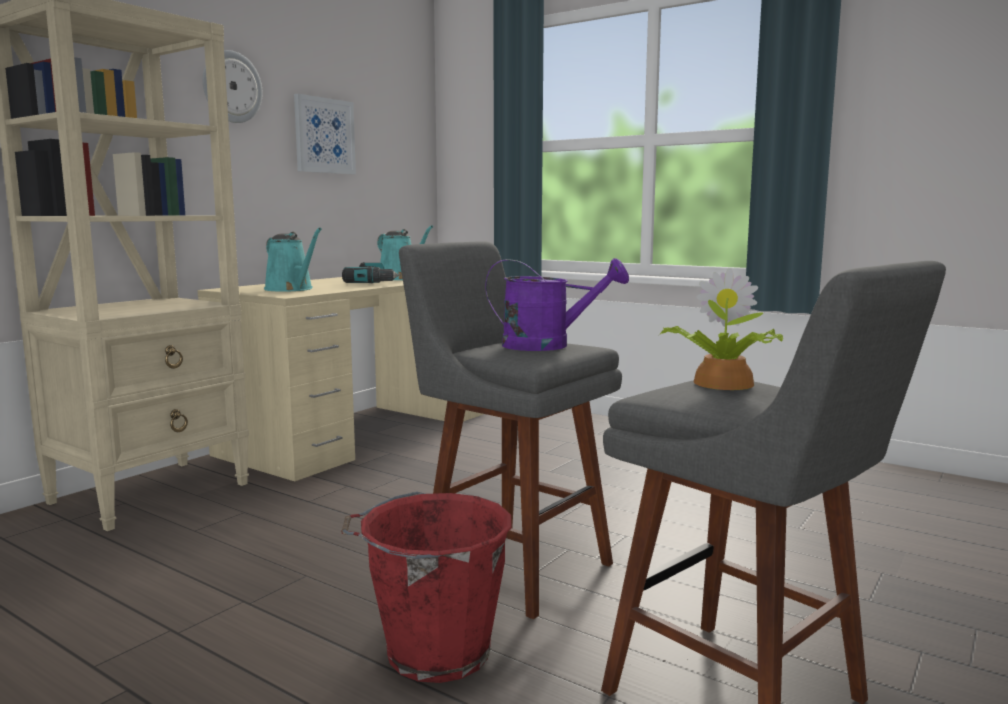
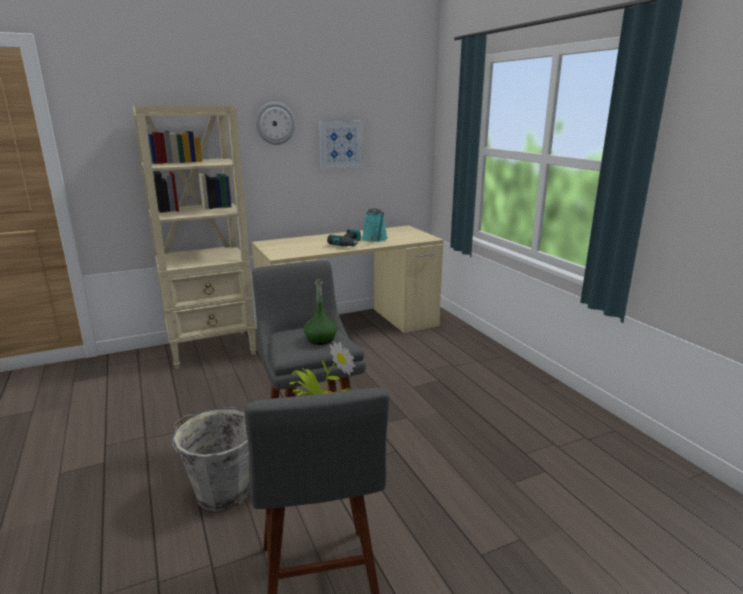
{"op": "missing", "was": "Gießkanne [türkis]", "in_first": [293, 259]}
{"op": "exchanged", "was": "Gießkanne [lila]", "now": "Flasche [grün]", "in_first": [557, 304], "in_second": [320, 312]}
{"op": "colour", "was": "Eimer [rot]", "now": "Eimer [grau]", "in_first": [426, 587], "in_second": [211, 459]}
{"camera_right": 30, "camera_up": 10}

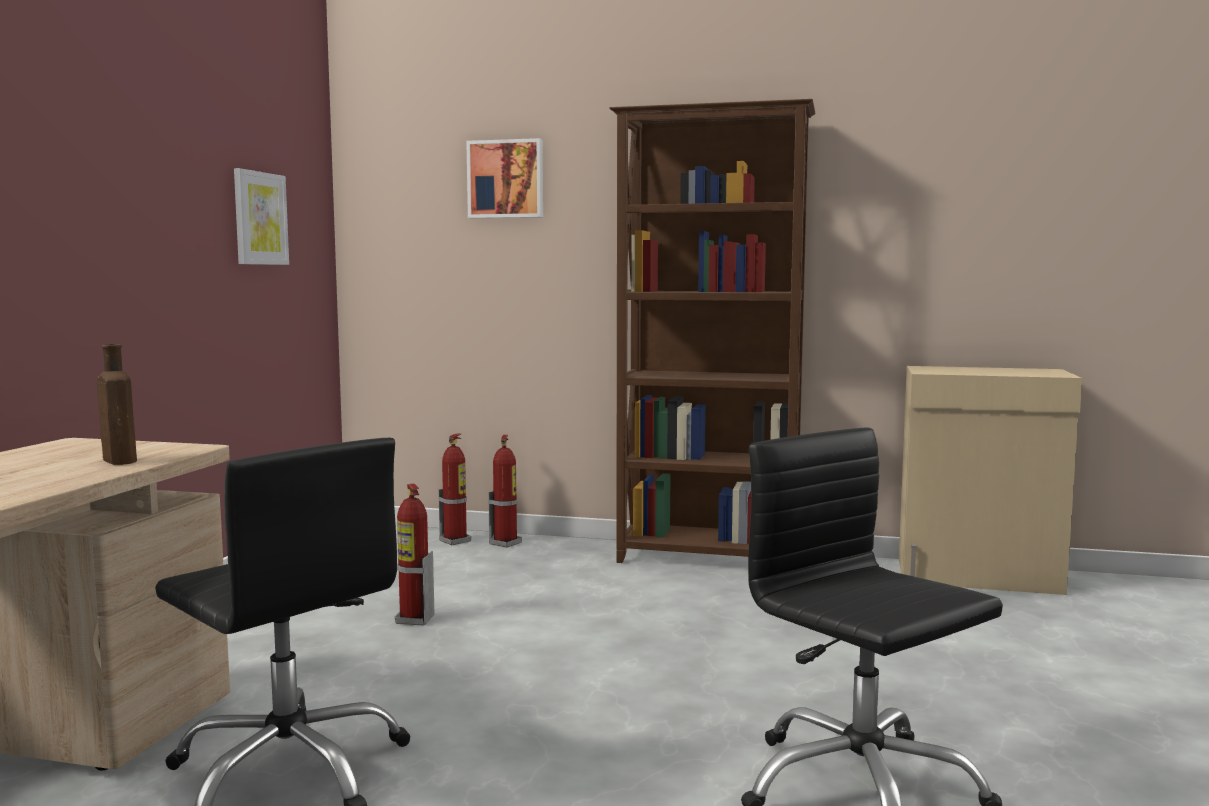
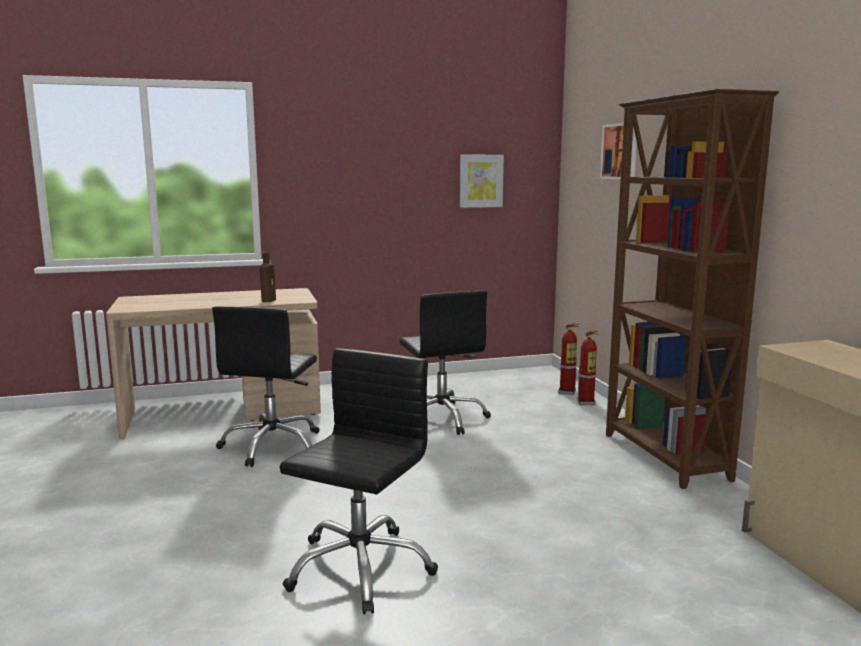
{"op": "exchanged", "was": "Feuerlöscher", "now": "Bürostuhl [schwarz]", "in_first": [415, 554], "in_second": [445, 363]}
{"camera_right": 60, "camera_up": 5}

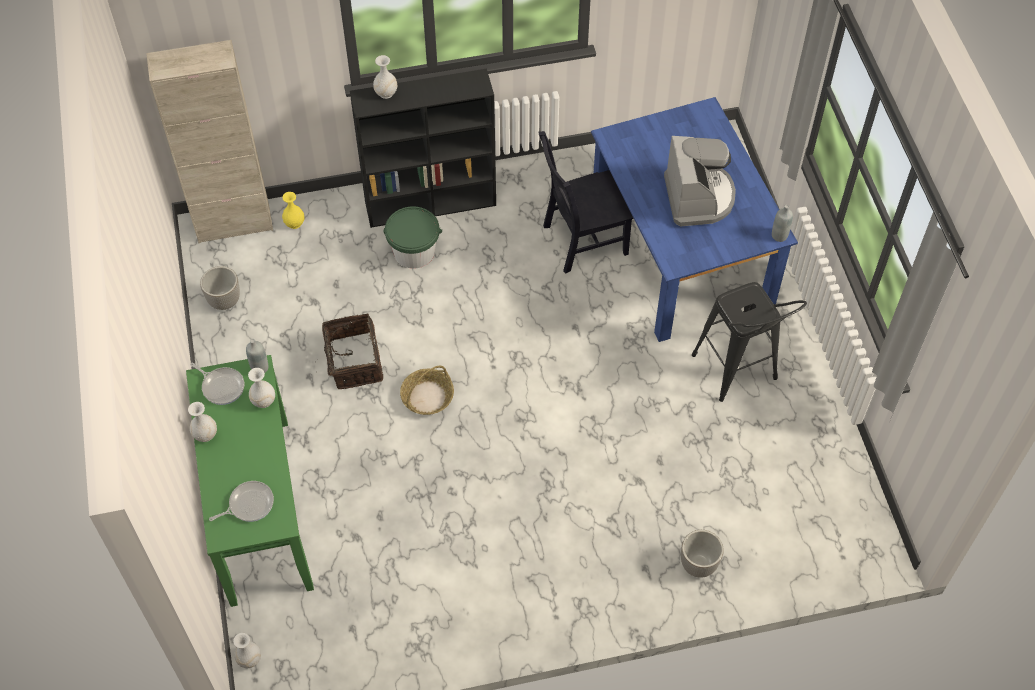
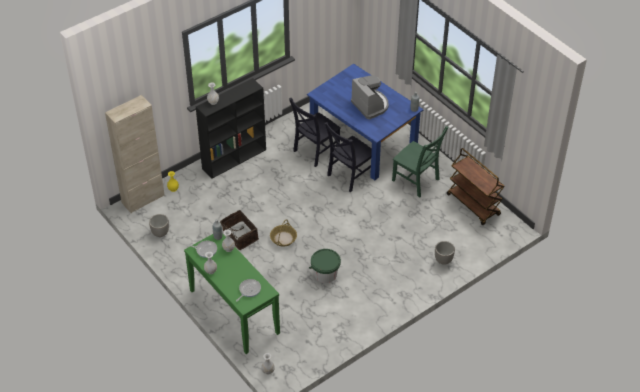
{"op": "appeared", "now": "Stuhl [schwarz]", "in_second": [348, 157]}
{"op": "appeared", "now": "Rollwagen [braun]", "in_second": [476, 186]}
{"op": "relocated", "was": "Eimer [grün]", "in_first": [412, 237], "in_second": [325, 266]}
{"op": "exchanged", "was": "Hocker [schwarz]", "now": "Stuhl [grün]", "in_first": [749, 342], "in_second": [420, 162]}
{"camera_right": -25, "camera_up": -10}

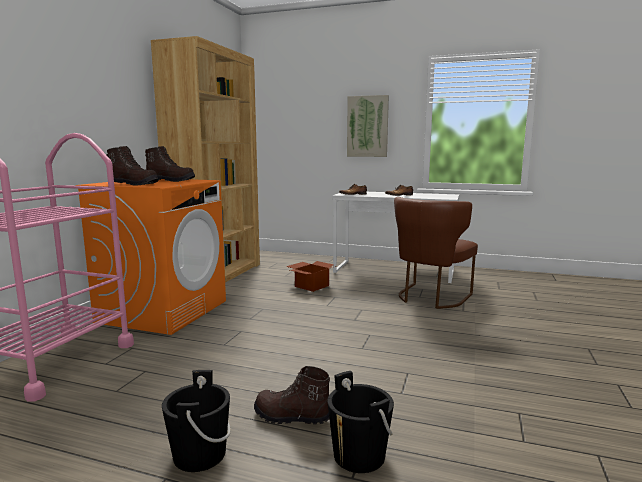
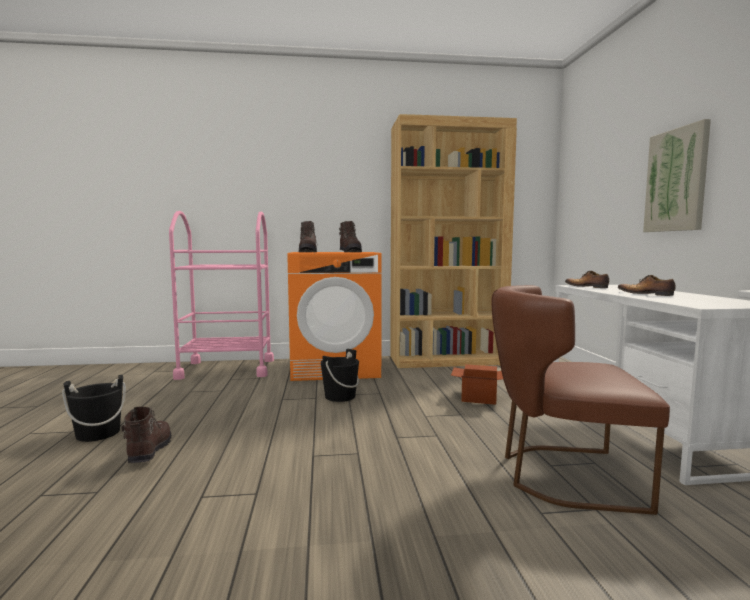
{"op": "relocated", "was": "Eimer [schwarz]", "in_first": [360, 422], "in_second": [340, 375]}
{"camera_right": 65, "camera_up": -5}

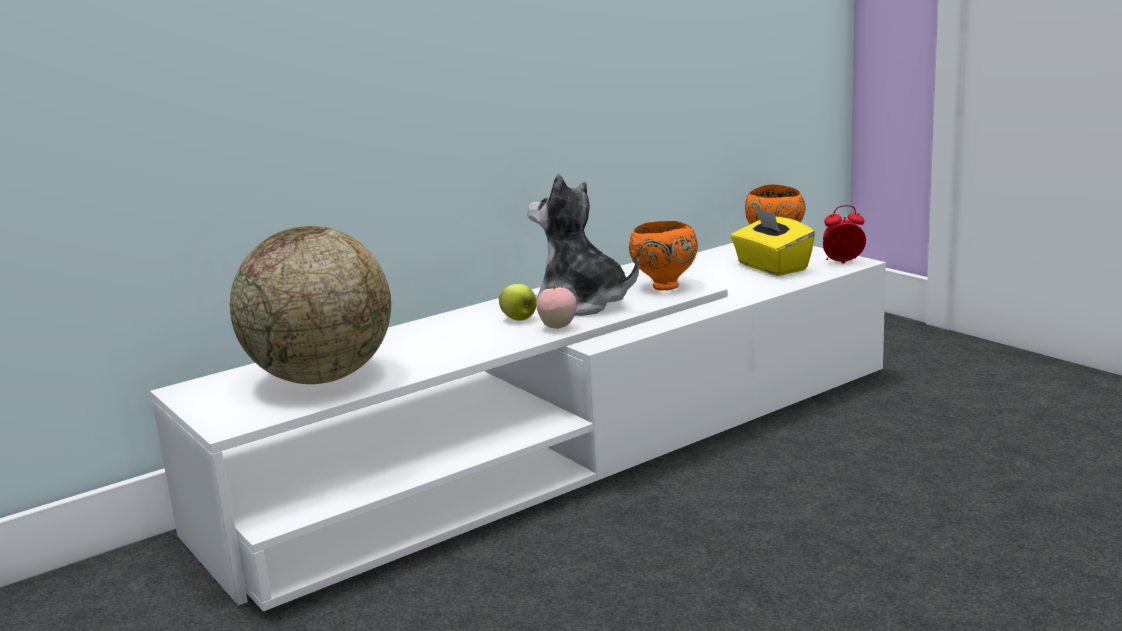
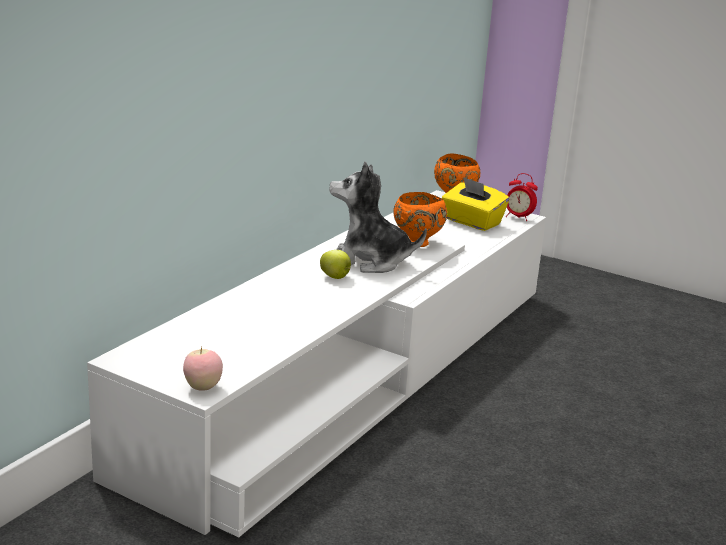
{"op": "missing", "was": "Globus", "in_first": [310, 305]}
{"op": "relocated", "was": "Apfel", "in_first": [556, 305], "in_second": [203, 369]}
{"op": "spun", "was": "Wecker", "in_first": [844, 234], "in_second": [522, 197], "clockwise": -135}
{"camera_right": -25, "camera_up": 5}

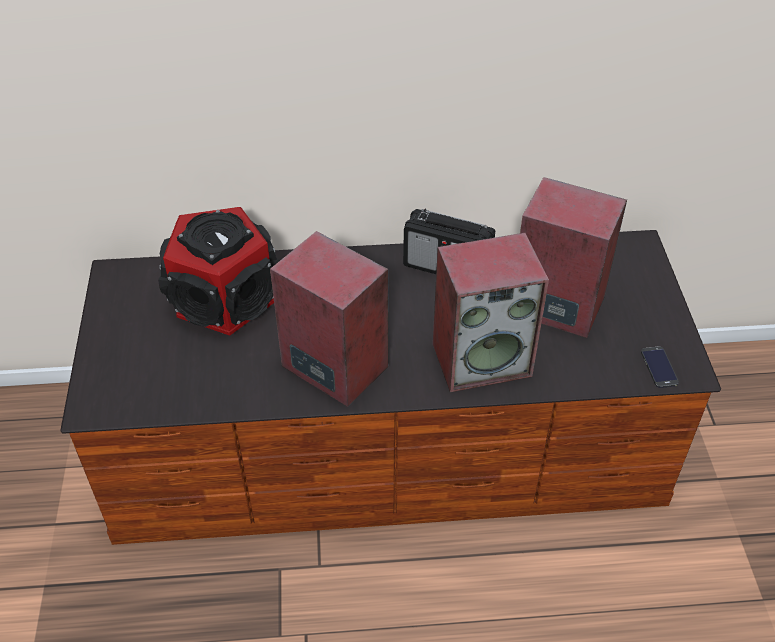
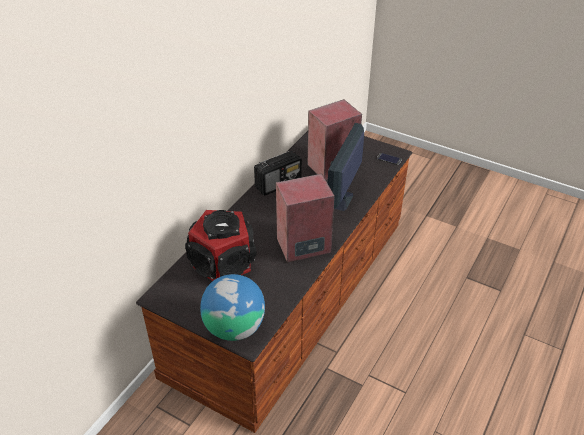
{"op": "appeared", "now": "Globus", "in_second": [232, 307]}
{"op": "exchanged", "was": "Lautsprecher", "now": "Monitor", "in_first": [491, 312], "in_second": [346, 167]}
{"camera_right": -55, "camera_up": -5}

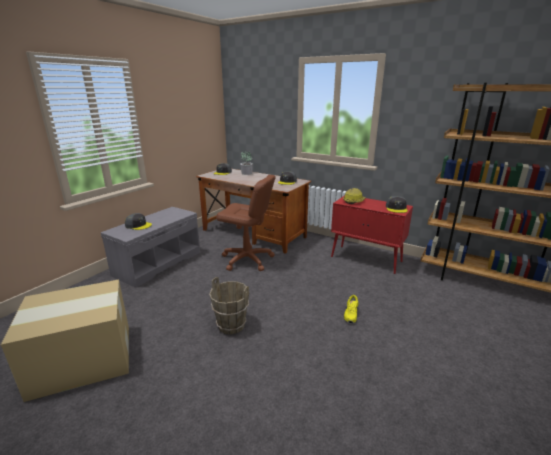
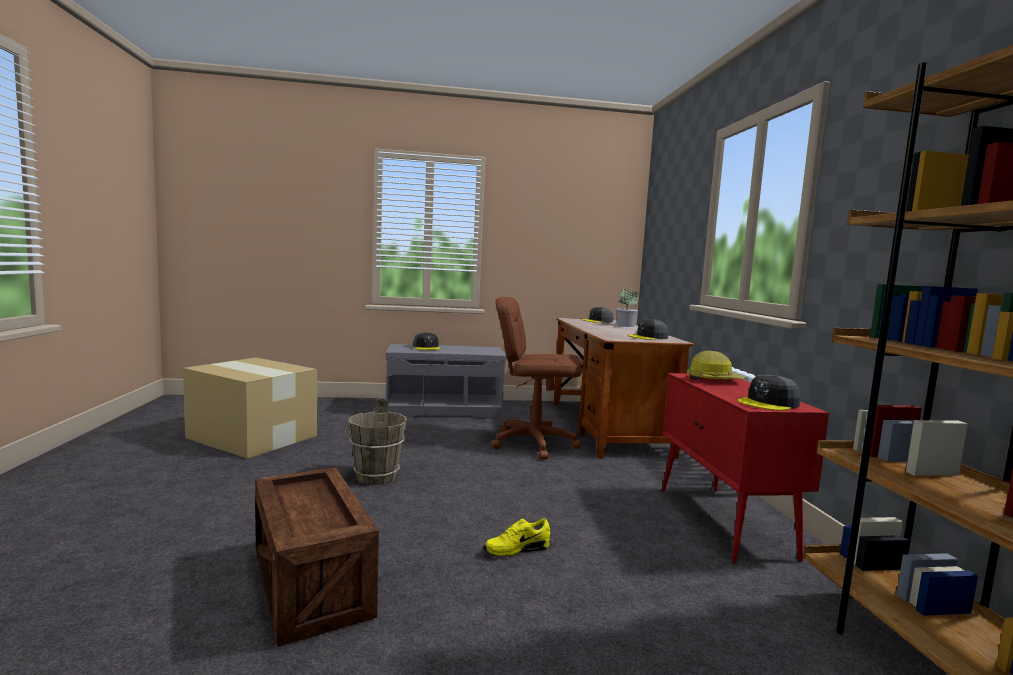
{"op": "appeared", "now": "Kiste", "in_second": [317, 557]}
{"op": "spun", "was": "Bürostuhl [braun]", "in_first": [246, 223], "in_second": [536, 378], "clockwise": 120}
{"camera_right": 50, "camera_up": -15}

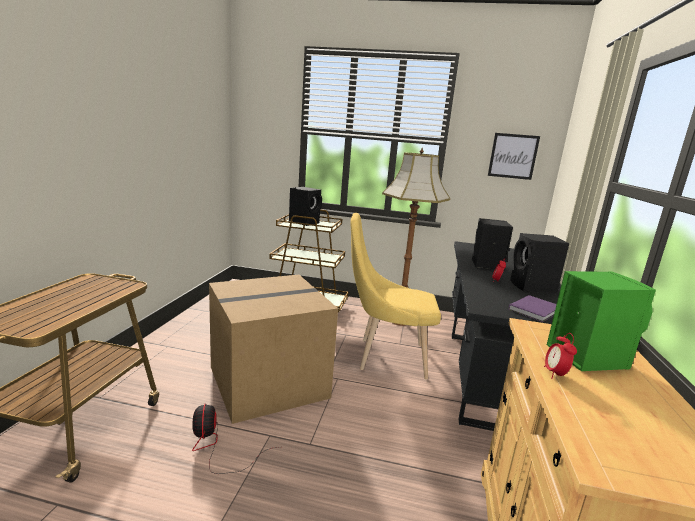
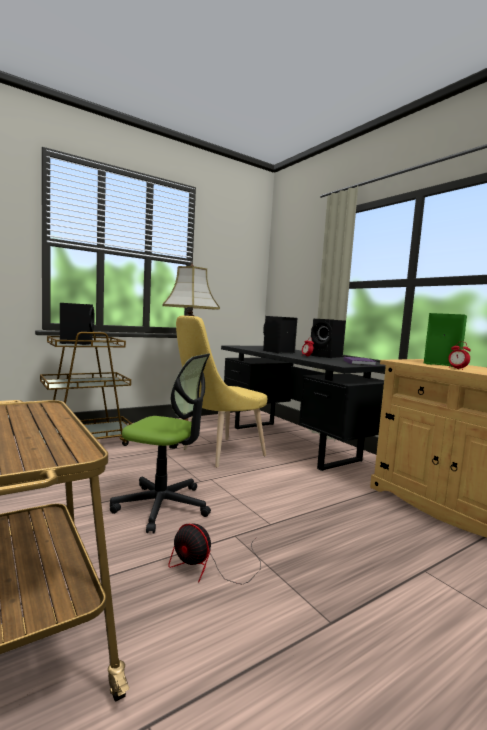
{"op": "missing", "was": "Bild", "in_first": [514, 156]}
{"op": "exchanged", "was": "Karton", "now": "Bürostuhl", "in_first": [273, 349], "in_second": [160, 443]}
{"camera_right": -45, "camera_up": -10}

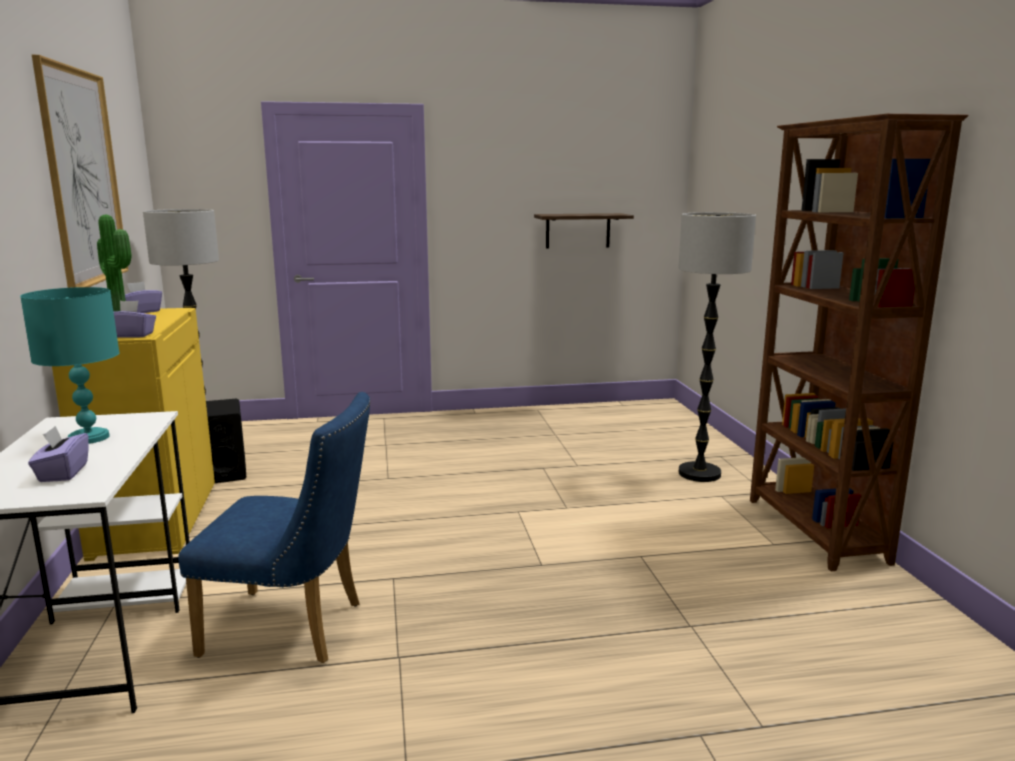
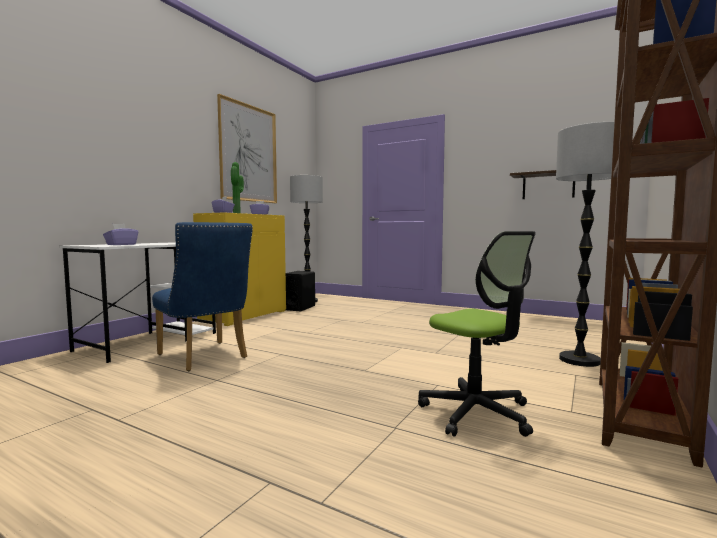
{"op": "missing", "was": "Tischlampe [türkis]", "in_first": [70, 365]}
{"op": "appeared", "now": "Bürostuhl", "in_second": [477, 334]}
{"camera_right": 40, "camera_up": -10}

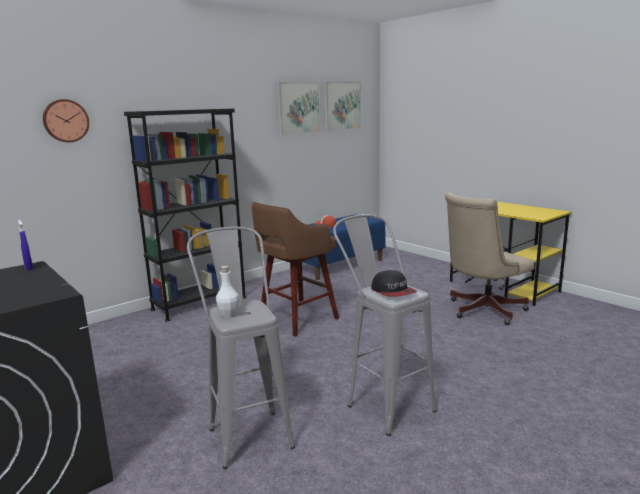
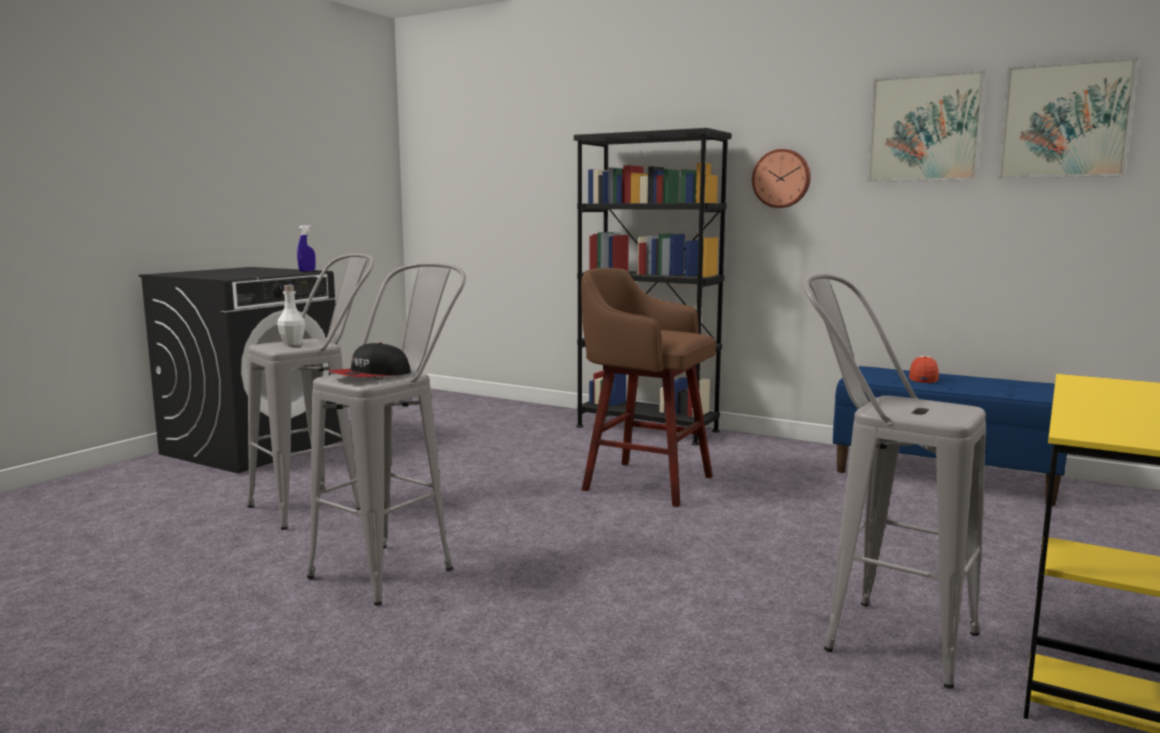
{"op": "relocated", "was": "Wanduhr", "in_first": [66, 120], "in_second": [781, 178]}
{"op": "exchanged", "was": "Bürostuhl [beige]", "now": "Hocker [grau]", "in_first": [489, 258], "in_second": [894, 481]}
{"camera_right": 70, "camera_up": -5}

